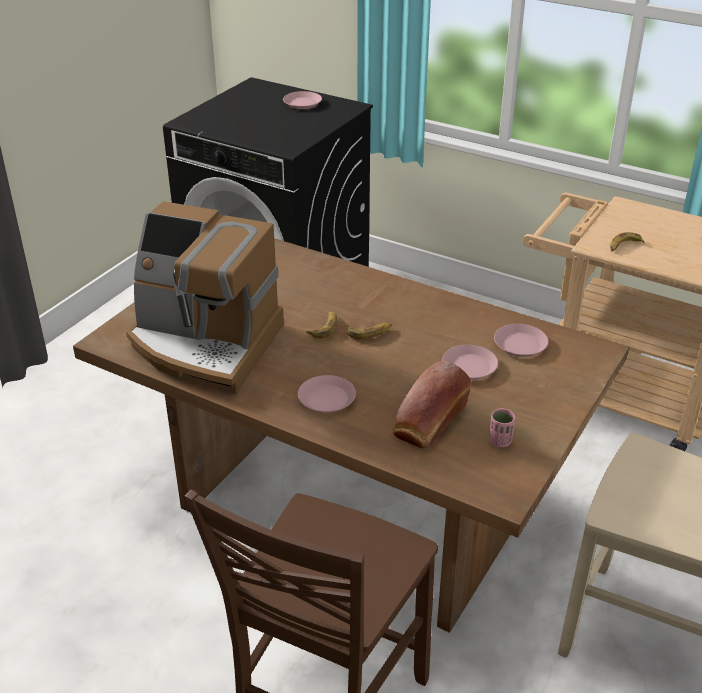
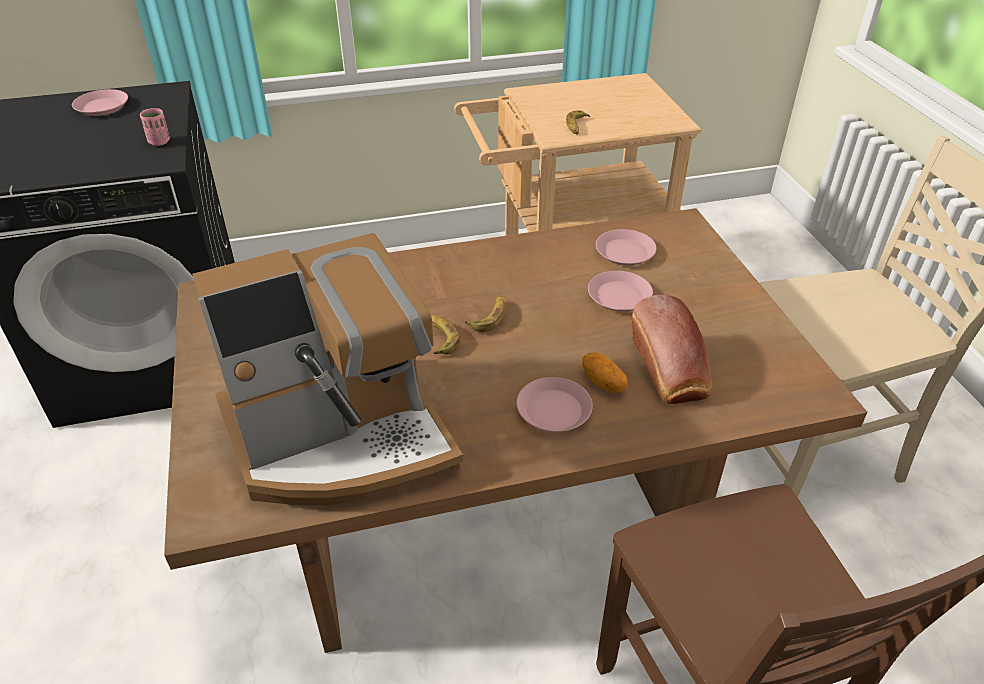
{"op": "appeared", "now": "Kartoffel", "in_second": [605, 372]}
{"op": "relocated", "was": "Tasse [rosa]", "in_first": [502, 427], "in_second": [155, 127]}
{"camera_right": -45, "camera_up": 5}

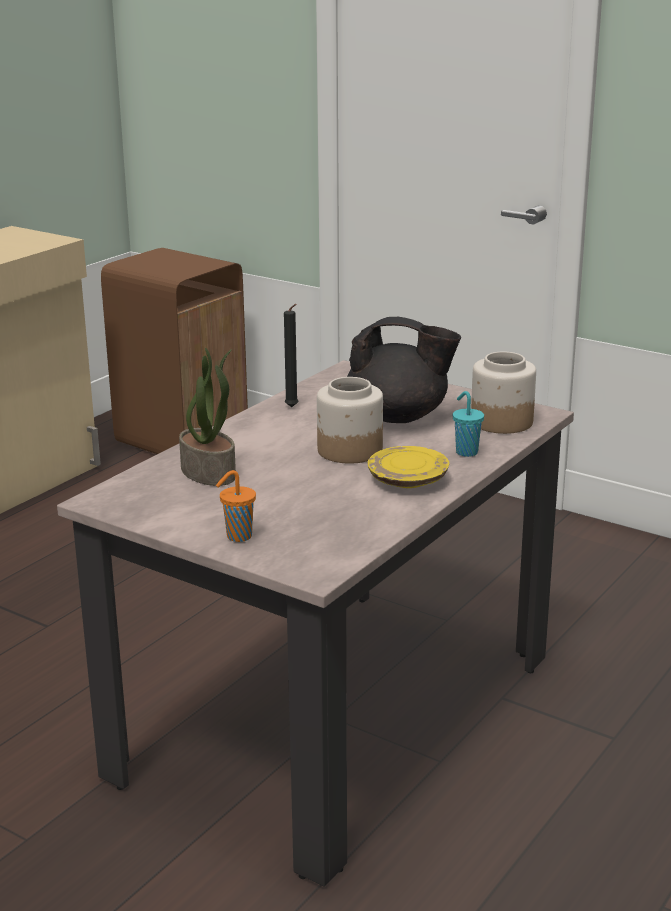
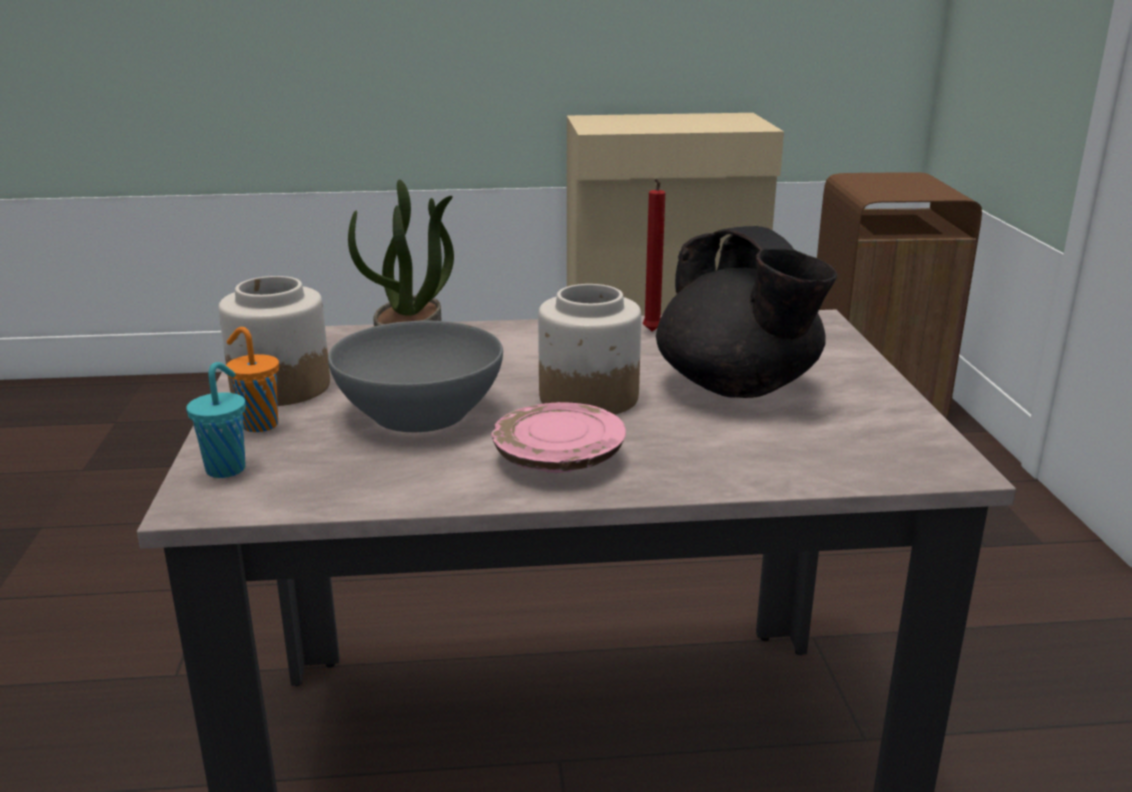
{"op": "appeared", "now": "Schüssel [grau]", "in_second": [415, 376]}
{"op": "relocated", "was": "Tasse [türkis]", "in_first": [468, 424], "in_second": [216, 420]}
{"op": "relocated", "was": "Vorratsglas", "in_first": [503, 393], "in_second": [274, 341]}
{"op": "colour", "was": "Kerze [schwarz]", "now": "Kerze [rot]", "in_first": [291, 355], "in_second": [654, 255]}
{"op": "colour", "was": "Teller [gelb]", "now": "Teller [rosa]", "in_first": [408, 467], "in_second": [558, 437]}
{"camera_right": 50, "camera_up": 0}

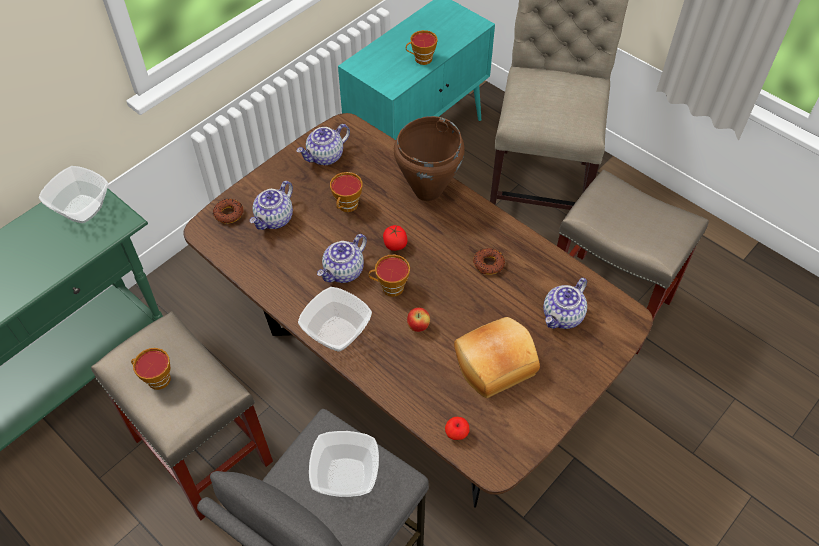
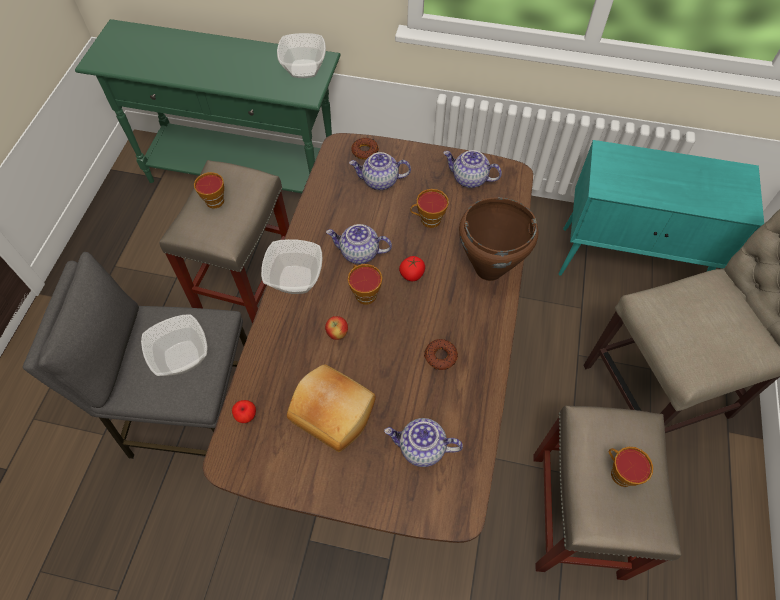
{"op": "relocated", "was": "Tasse", "in_first": [422, 47], "in_second": [630, 467]}
{"camera_right": 60, "camera_up": 5}

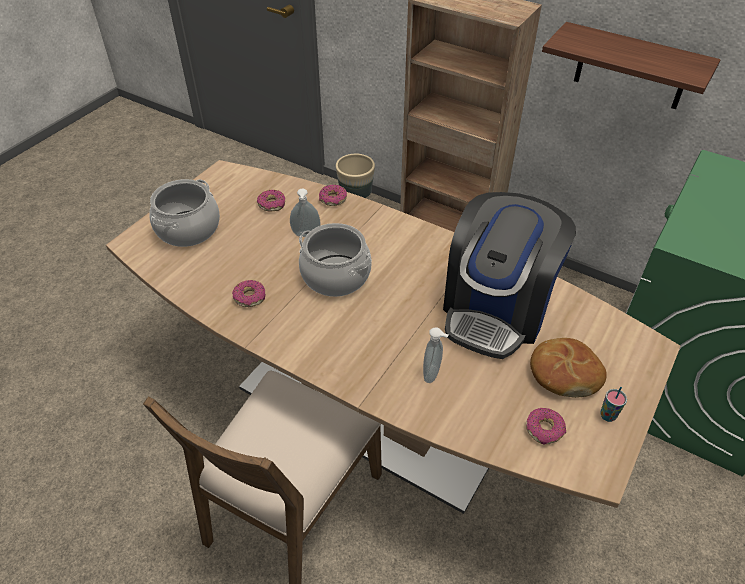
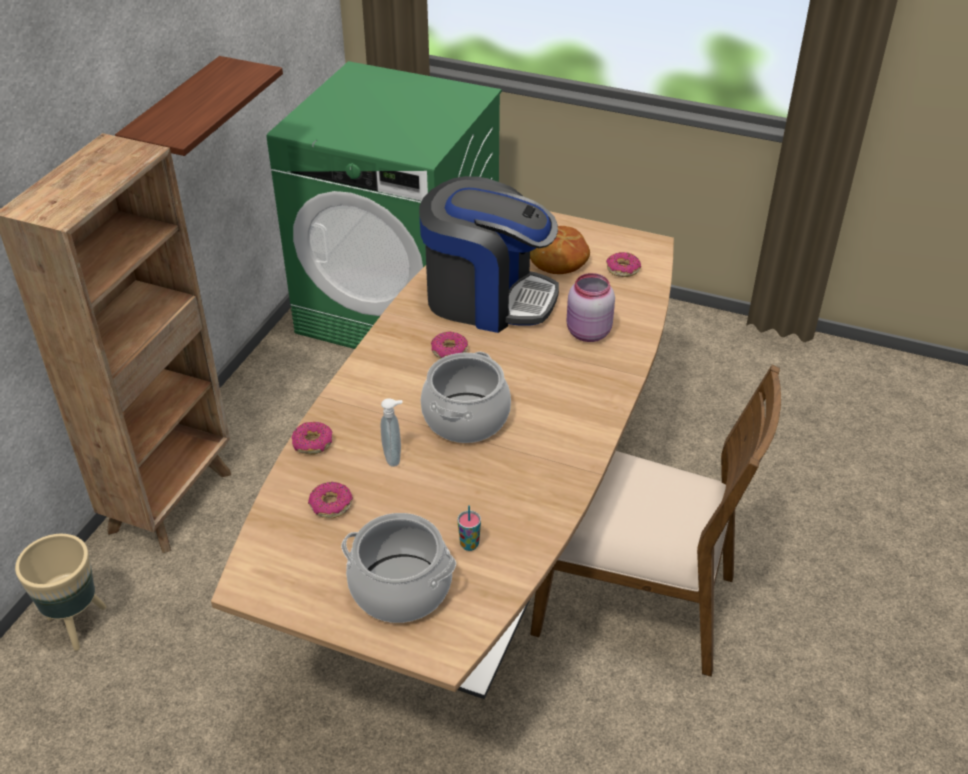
{"op": "relocated", "was": "Donut", "in_first": [248, 293], "in_second": [449, 345]}
{"op": "relocated", "was": "Tasse", "in_first": [613, 404], "in_second": [469, 528]}
{"op": "exchanged", "was": "Seifenspender", "now": "Vorratsglas [rosa]", "in_first": [436, 355], "in_second": [591, 307]}
{"camera_right": -100, "camera_up": -5}

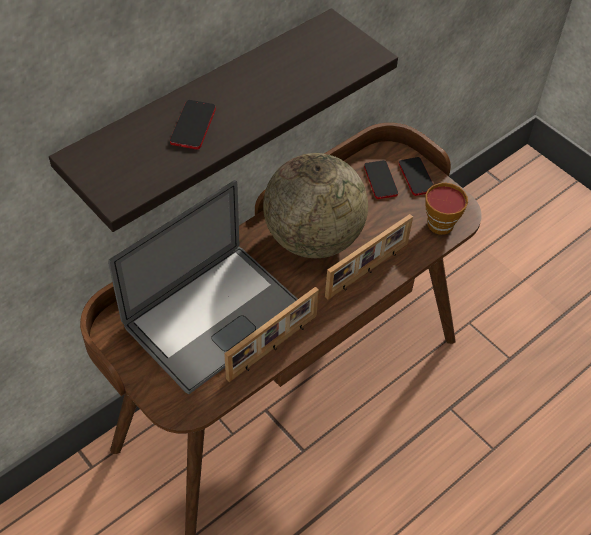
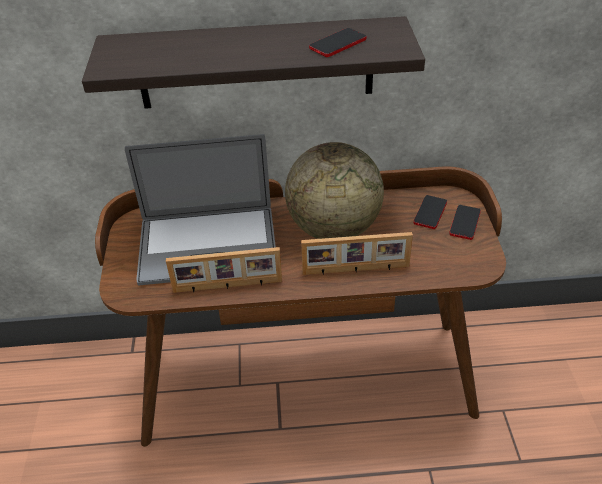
{"op": "missing", "was": "Tasse", "in_first": [446, 208]}
{"op": "relocated", "was": "Handy", "in_first": [193, 125], "in_second": [338, 42]}
{"camera_right": 40, "camera_up": -10}

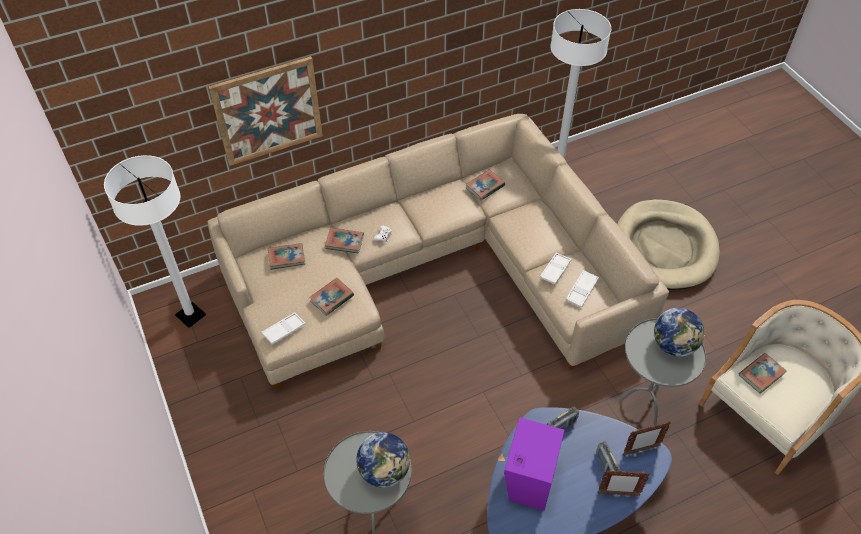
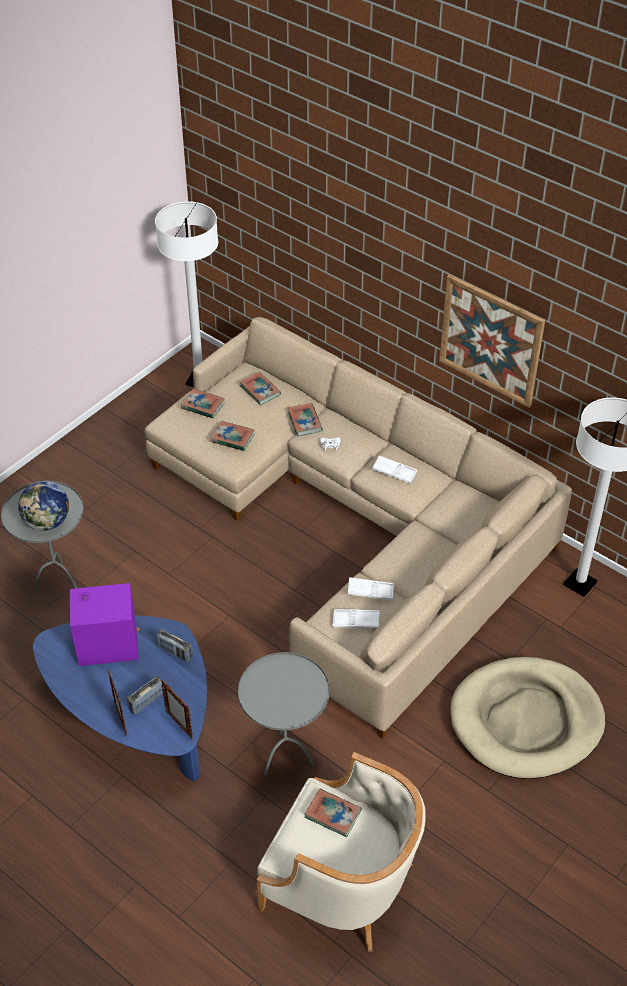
{"op": "missing", "was": "Globus", "in_first": [679, 332]}
{"op": "relocated", "was": "Bild", "in_first": [265, 111], "in_second": [492, 340]}
{"op": "relocated", "was": "Tablett [weiß]", "in_first": [284, 328], "in_second": [394, 469]}
{"op": "relocated", "was": "Buch", "in_first": [485, 185], "in_second": [203, 403]}
{"camera_right": 65, "camera_up": -5}

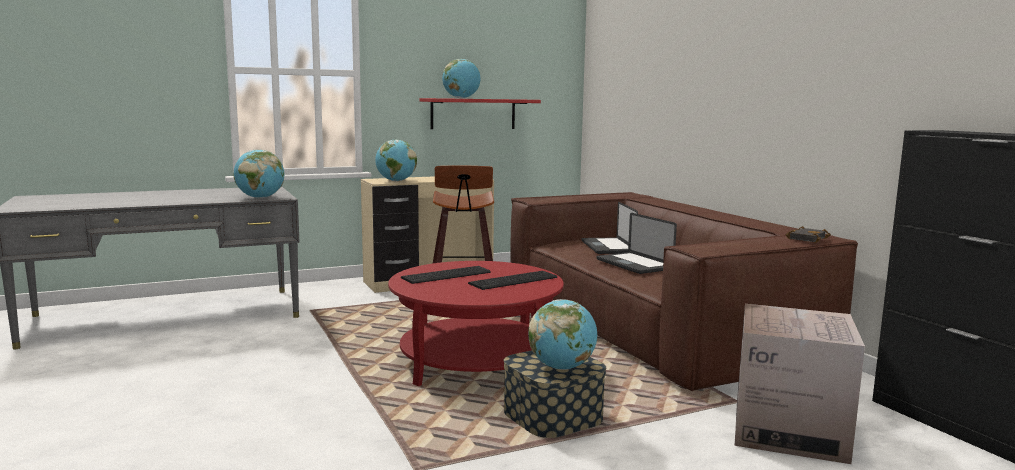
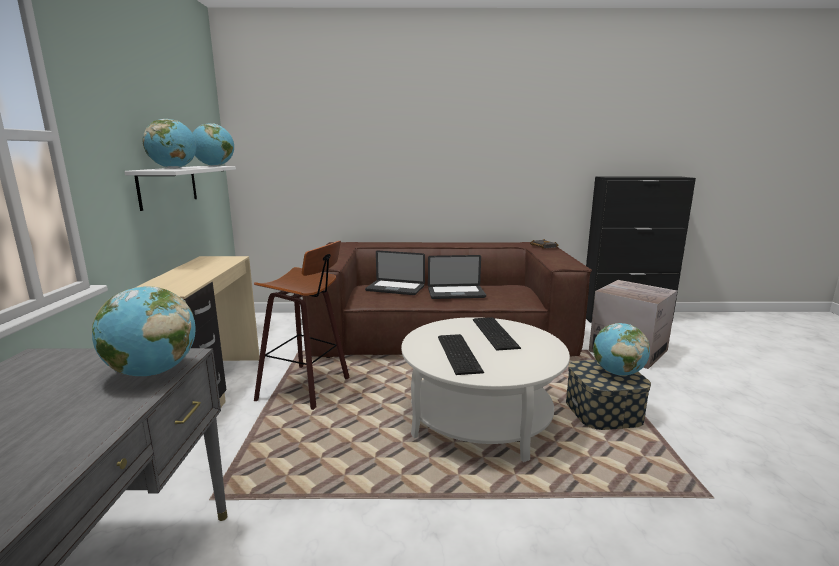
{"op": "relocated", "was": "Globus", "in_first": [396, 160], "in_second": [213, 144]}
{"op": "colour", "was": "Couchtisch [rot]", "now": "Couchtisch [weiß]", "in_first": [476, 323], "in_second": [485, 389]}
{"op": "colour", "was": "Wandregal [rot]", "now": "Wandregal [weiß]", "in_first": [480, 113], "in_second": [180, 188]}
{"camera_right": -65, "camera_up": 5}

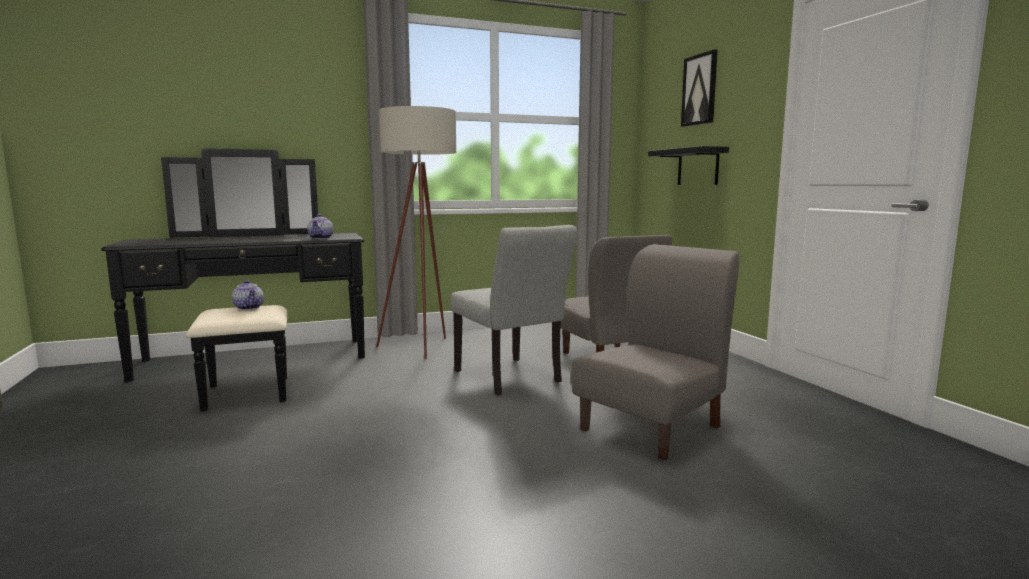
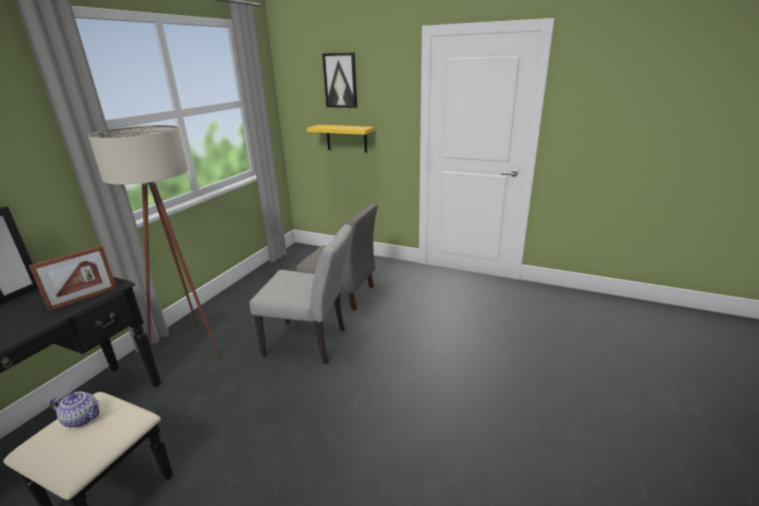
{"op": "missing", "was": "Stuhl [grau]", "in_first": [655, 352]}
{"op": "exchanged", "was": "Teekanne", "now": "Bilderrahmen", "in_first": [320, 226], "in_second": [73, 278]}
{"op": "colour", "was": "Wandregal [schwarz]", "now": "Wandregal [gelb]", "in_first": [688, 165], "in_second": [341, 138]}
{"camera_right": -45, "camera_up": 15}

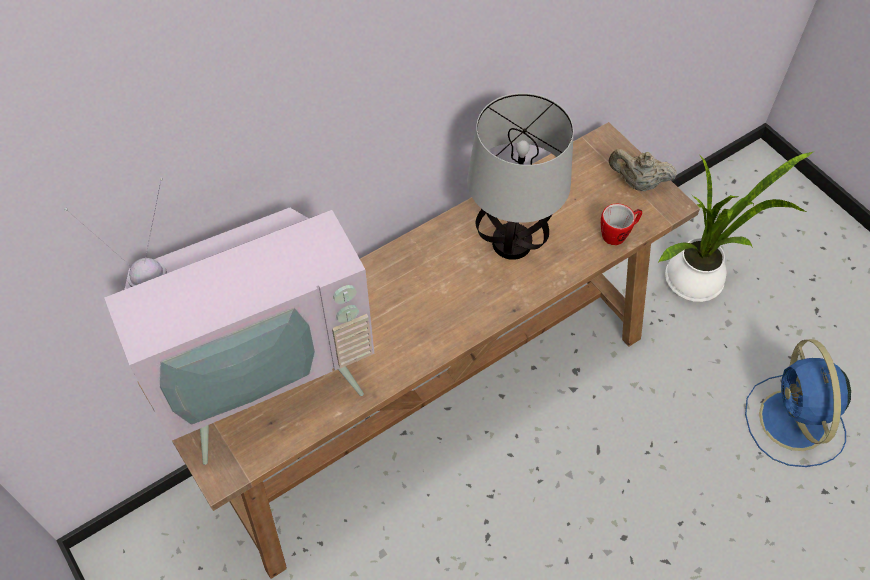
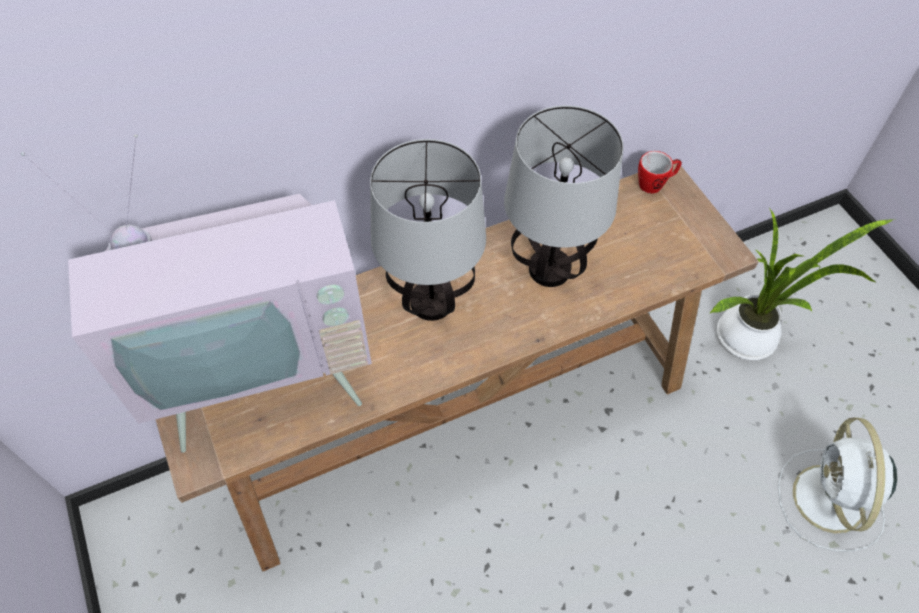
{"op": "missing", "was": "Teekanne [beige]", "in_first": [643, 170]}
{"op": "appeared", "now": "Tischlampe", "in_second": [428, 230]}
{"op": "relocated", "was": "Henkelbecher", "in_first": [621, 224], "in_second": [660, 172]}
{"op": "colour", "was": "Ventilator [blau]", "now": "Ventilator [weiß]", "in_first": [798, 403], "in_second": [837, 485]}
{"camera_right": 10, "camera_up": 0}

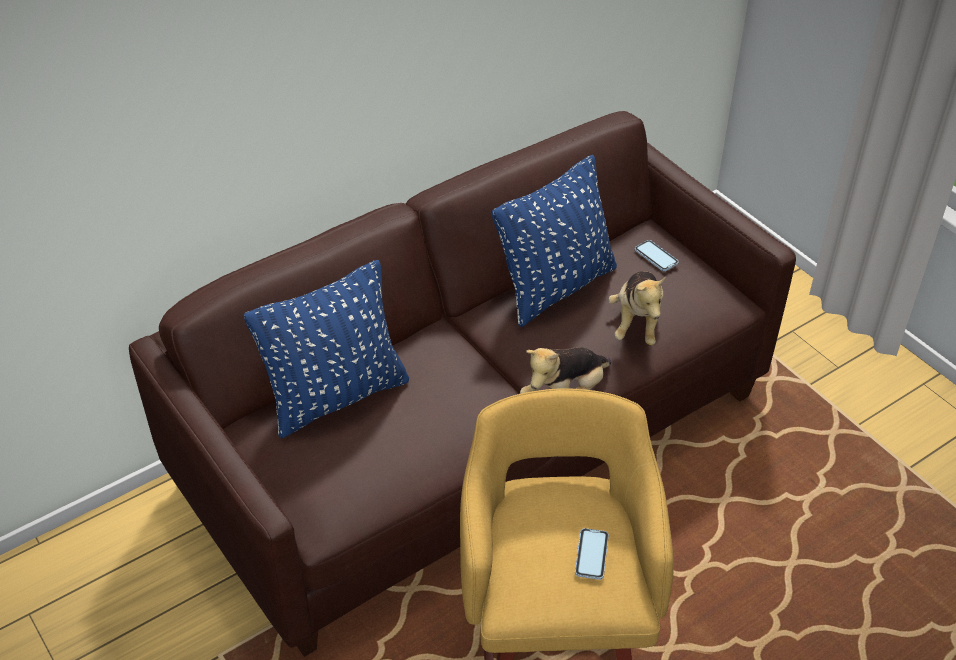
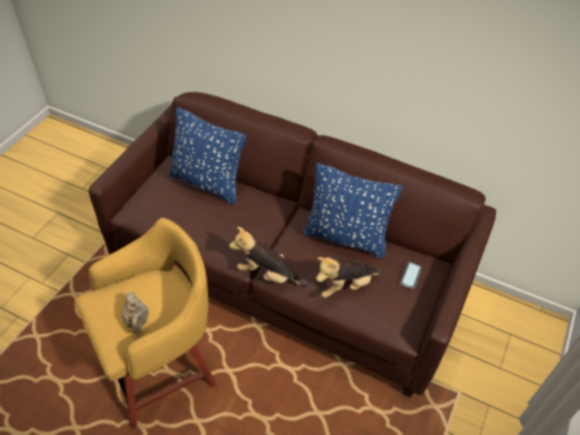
{"op": "exchanged", "was": "Handy", "now": "Teekanne [beige]", "in_first": [592, 554], "in_second": [135, 313]}
{"camera_right": 60, "camera_up": 5}

